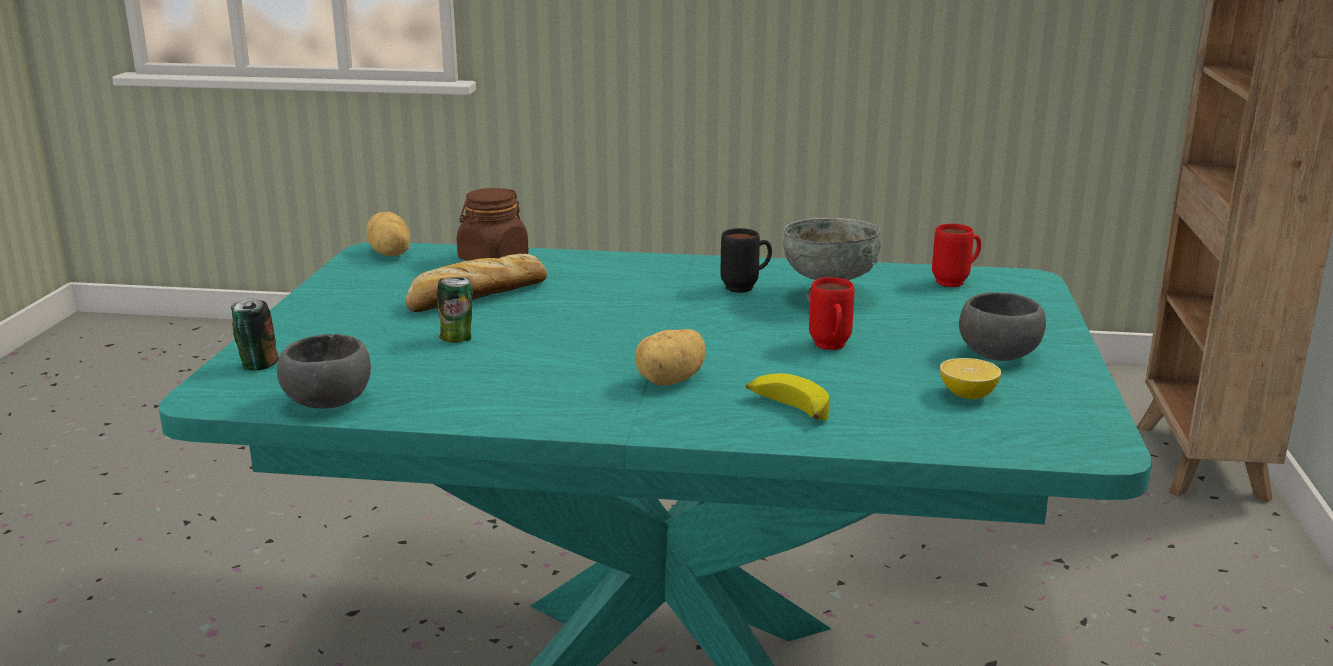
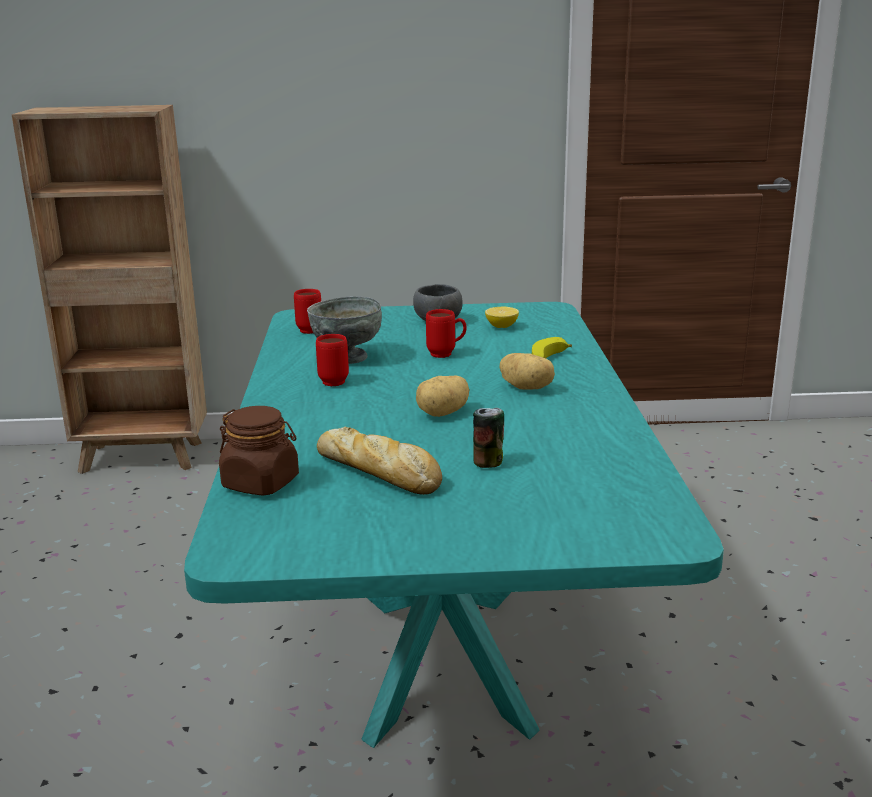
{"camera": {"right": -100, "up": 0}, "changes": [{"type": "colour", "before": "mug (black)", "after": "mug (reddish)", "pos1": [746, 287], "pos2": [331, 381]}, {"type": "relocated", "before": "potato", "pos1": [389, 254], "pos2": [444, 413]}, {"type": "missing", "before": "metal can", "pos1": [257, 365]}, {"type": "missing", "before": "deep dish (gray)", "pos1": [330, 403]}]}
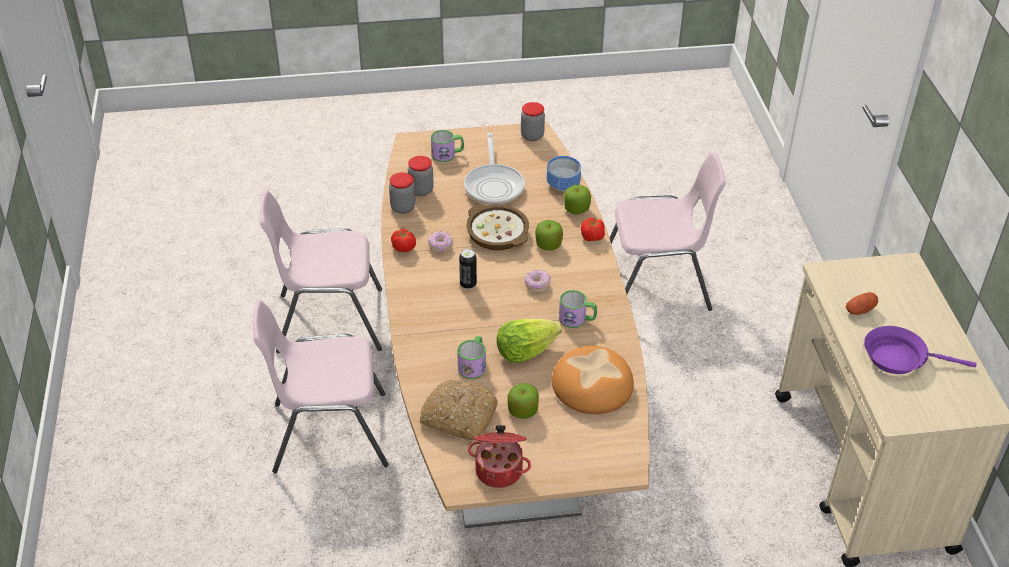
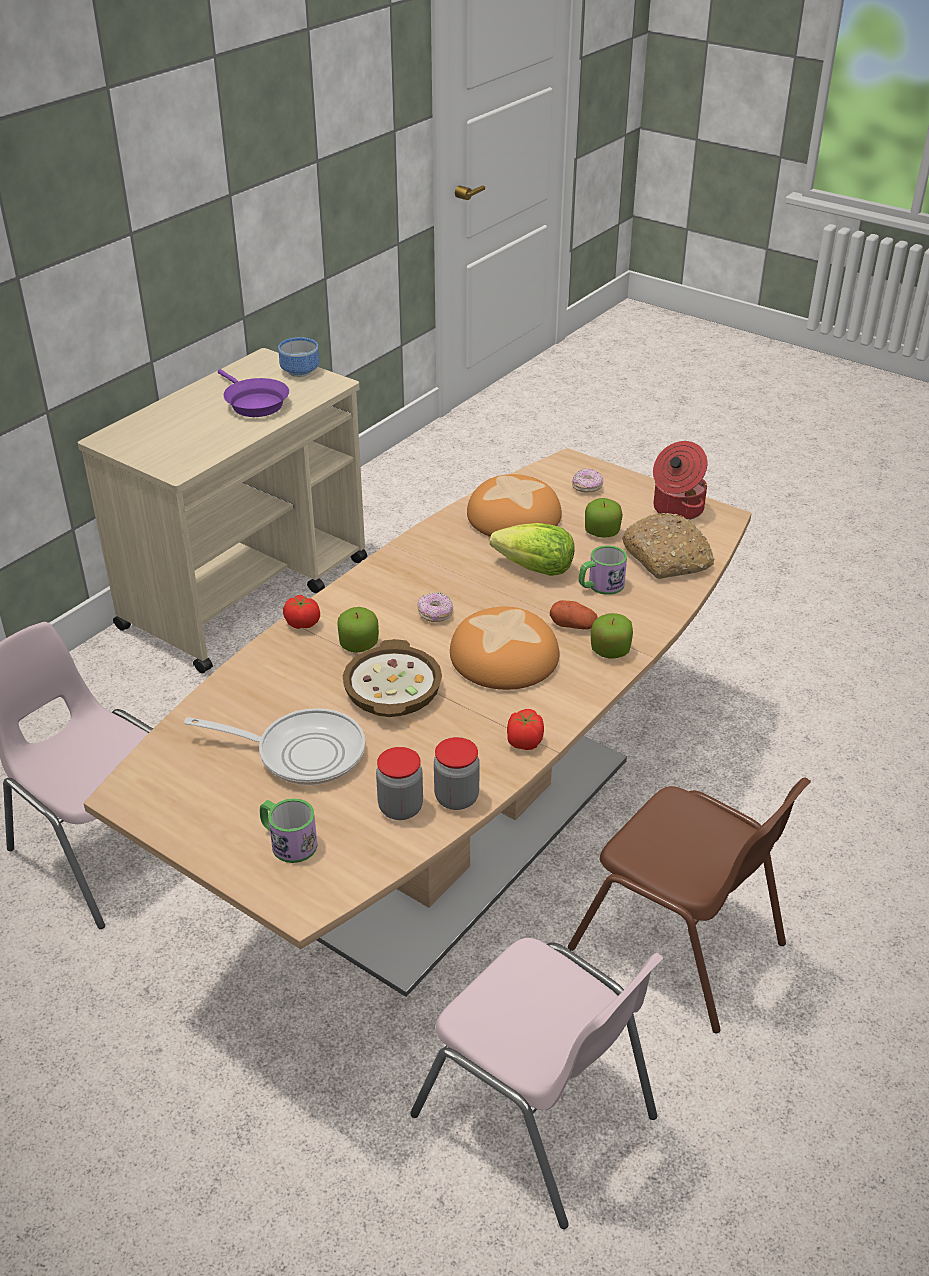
{"camera": {"right": -135, "up": -5}, "changes": [{"type": "spun", "before": "pan", "pos1": [494, 185], "pos2": [302, 752], "turn": 60}, {"type": "relocated", "before": "deep dish", "pos1": [562, 186], "pos2": [302, 371]}, {"type": "exchanged", "before": "metal can", "after": "baked bread", "pos1": [468, 284], "pos2": [505, 657]}, {"type": "relocated", "before": "potato", "pos1": [860, 310], "pos2": [573, 625]}, {"type": "colour", "before": "upright chair (pinkish)", "after": "upright chair (brown)", "pos1": [328, 433], "pos2": [680, 947]}, {"type": "relocated", "before": "ring doughnut", "pos1": [440, 246], "pos2": [587, 487]}, {"type": "relocated", "before": "whole apple", "pos1": [576, 209], "pos2": [610, 650]}, {"type": "missing", "before": "jar", "pos1": [532, 136]}, {"type": "missing", "before": "mug", "pos1": [577, 319]}]}
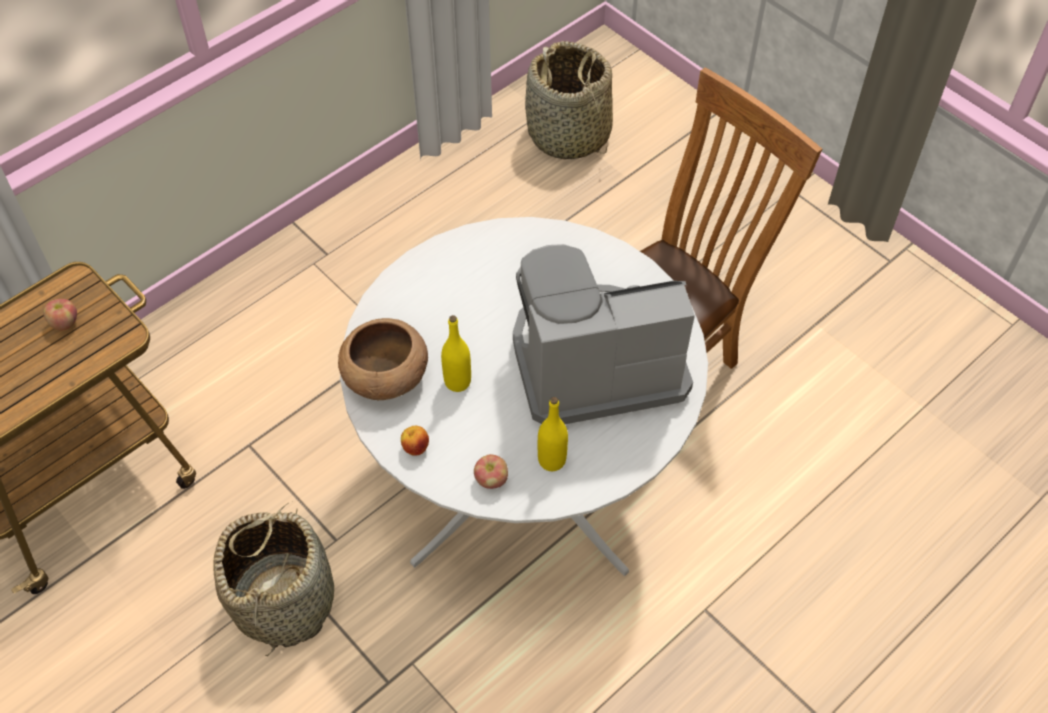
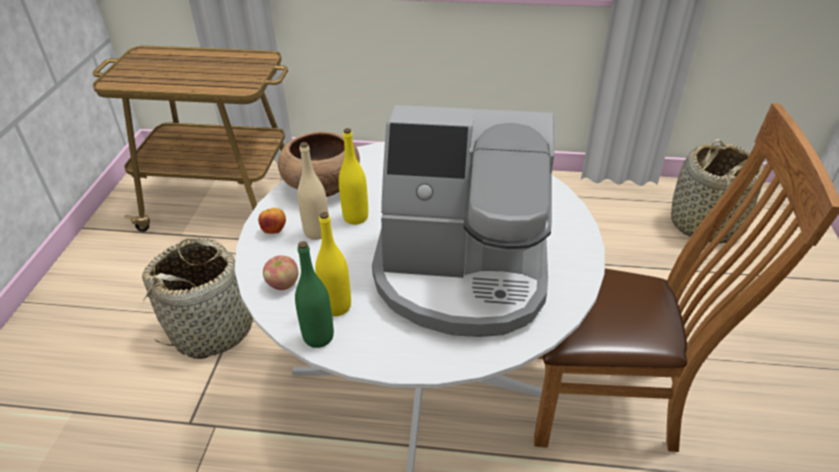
{"camera": {"right": 50, "up": -15}, "changes": [{"type": "appeared", "after": "drink bottle (green-coloured)", "pos2": [318, 337]}, {"type": "appeared", "after": "drink bottle (beige-coloured)", "pos2": [317, 232]}, {"type": "spun", "before": "coffee machine", "pos1": [594, 361], "pos2": [462, 274], "turn": 150}, {"type": "missing", "before": "whole apple", "pos1": [64, 322]}]}
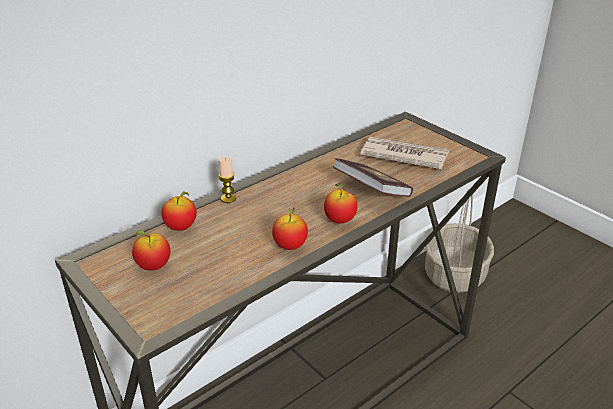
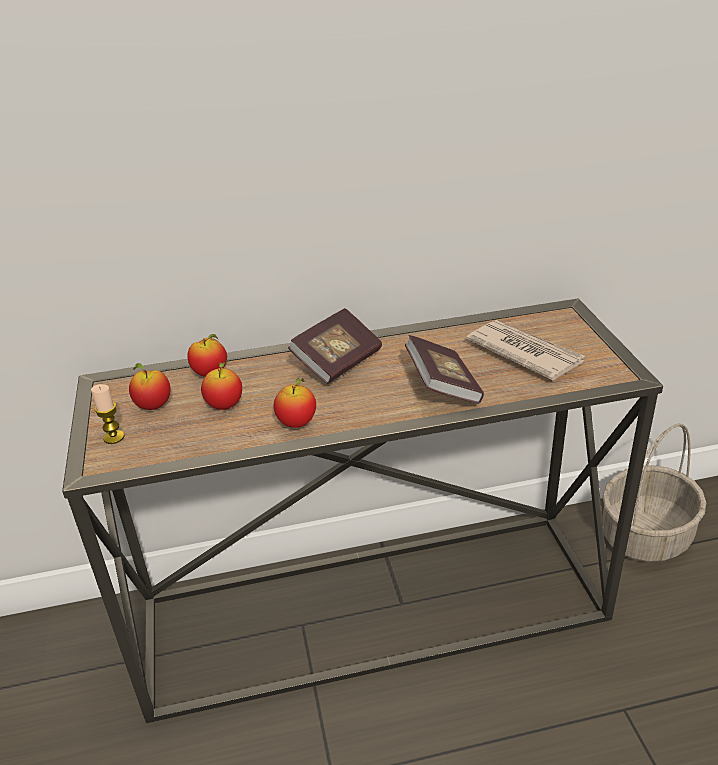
{"camera": {"right": 30, "up": 0}, "changes": [{"type": "relocated", "before": "candle", "pos1": [228, 198], "pos2": [114, 437]}, {"type": "relocated", "before": "whole apple", "pos1": [339, 220], "pos2": [225, 405]}, {"type": "appeared", "after": "book", "pos2": [337, 362]}]}
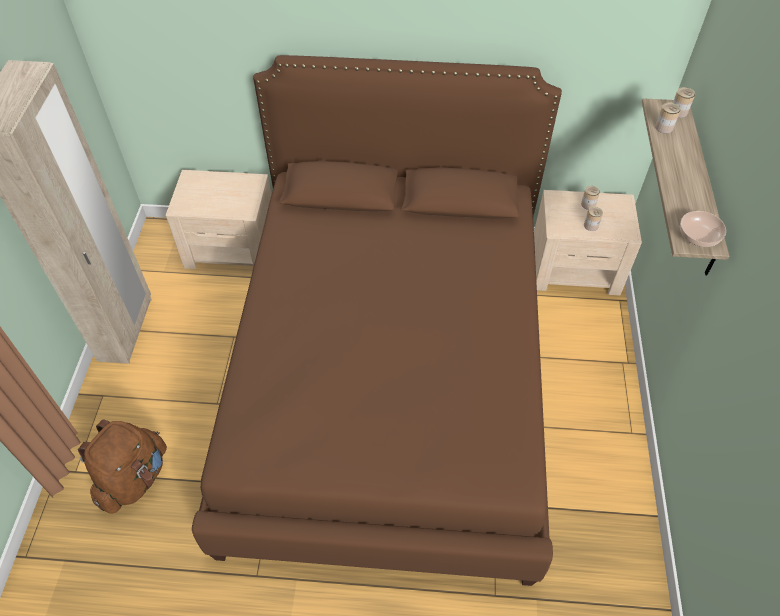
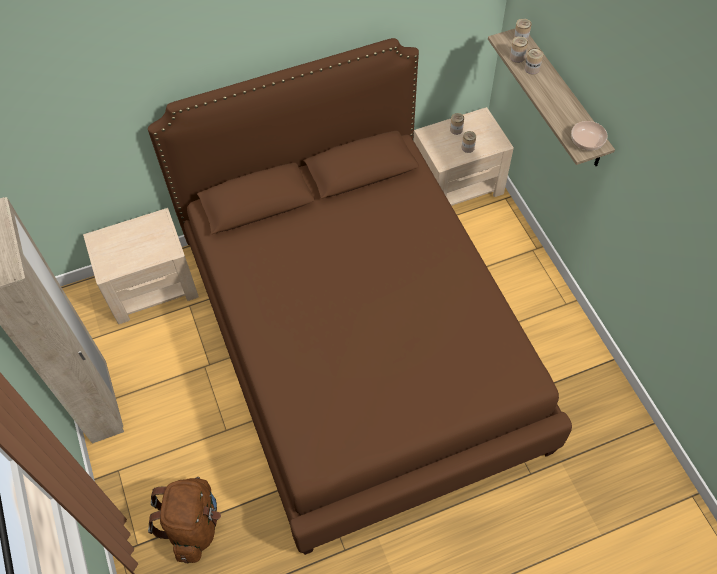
{"camera": {"right": -25, "up": 5}, "changes": [{"type": "appeared", "after": "metal can", "pos2": [532, 69]}]}
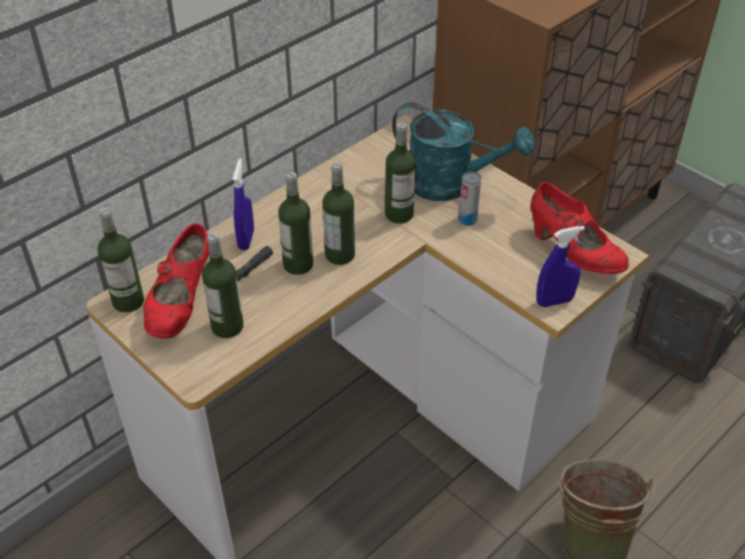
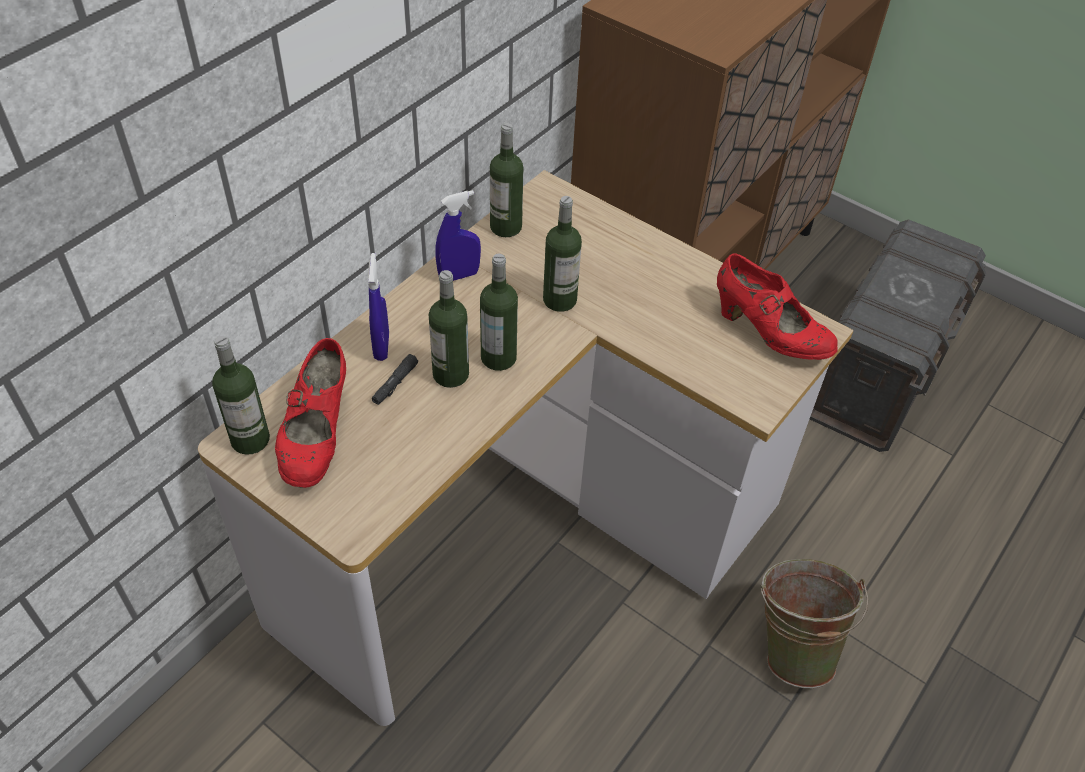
{"camera": {"right": -10, "up": 5}, "changes": [{"type": "relocated", "before": "hand sprayer (blue)", "pos1": [554, 301], "pos2": [459, 275]}, {"type": "relocated", "before": "drink bottle", "pos1": [227, 327], "pos2": [506, 227]}, {"type": "missing", "before": "watering can (turquoise)", "pos1": [451, 184]}, {"type": "missing", "before": "metal can", "pos1": [467, 220]}]}
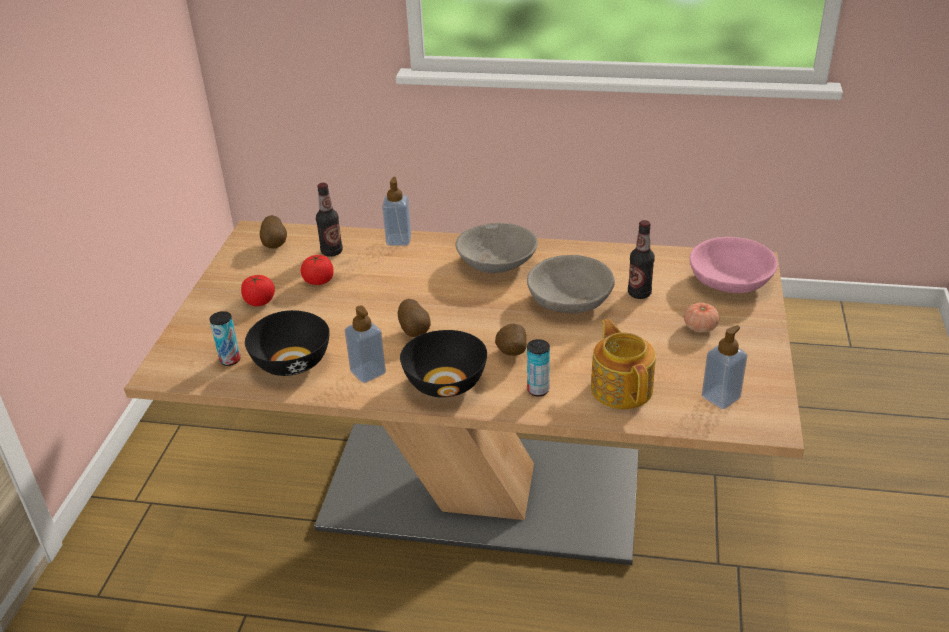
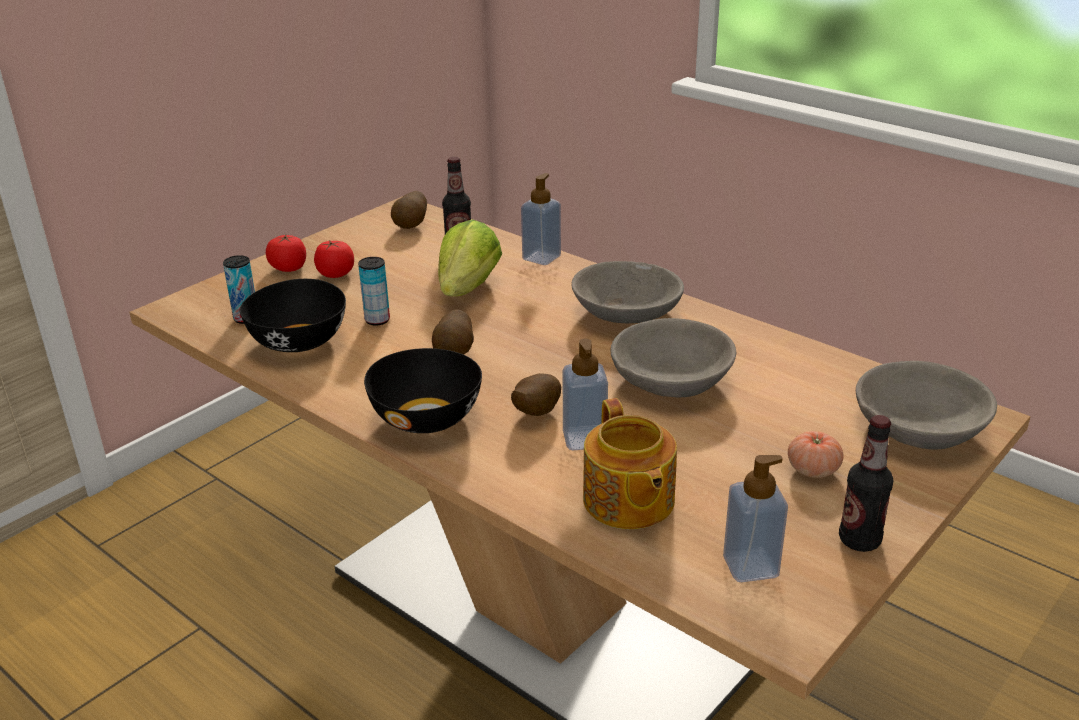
{"camera": {"right": 30, "up": -5}, "changes": [{"type": "relocated", "before": "tomato", "pos1": [319, 281], "pos2": [288, 268]}, {"type": "relocated", "before": "metal can", "pos1": [538, 390], "pos2": [377, 320]}, {"type": "appeared", "after": "lettuce head", "pos2": [467, 288]}, {"type": "relocated", "before": "liquid soap bottle", "pos1": [368, 372], "pos2": [584, 439]}, {"type": "spun", "before": "teapot", "pos1": [622, 387], "pos2": [628, 502], "turn": 150}, {"type": "relocated", "before": "drink bottle", "pos1": [639, 293], "pos2": [859, 540]}, {"type": "colour", "before": "deep dish (pinkish)", "after": "deep dish (gray)", "pos1": [730, 280], "pos2": [919, 428]}]}
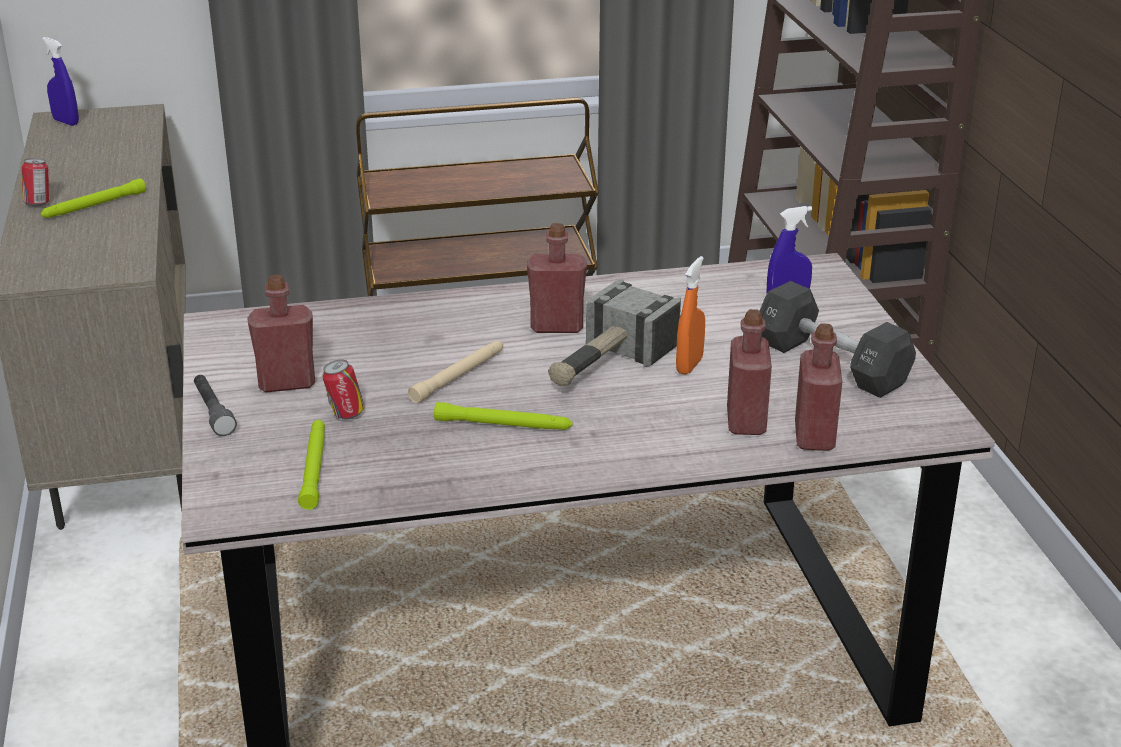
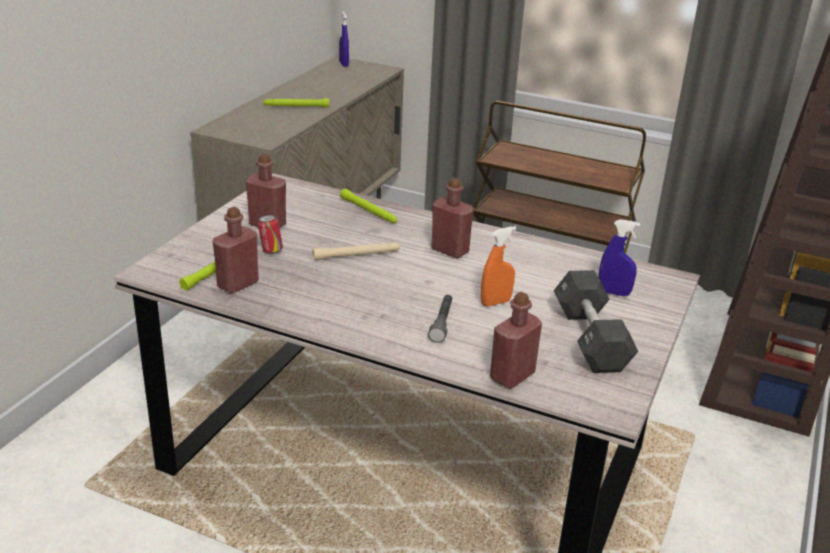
{"camera": {"right": 35, "up": 0}, "changes": [{"type": "relocated", "before": "drink bottle (reddish)", "pos1": [746, 421], "pos2": [238, 284]}, {"type": "relocated", "before": "hand torch (green-coloured)", "pos1": [503, 425], "pos2": [369, 211]}, {"type": "relocated", "before": "hand torch (gray)", "pos1": [213, 412], "pos2": [442, 323]}, {"type": "missing", "before": "metal can", "pos1": [39, 204]}, {"type": "missing", "before": "hand hammer", "pos1": [605, 365]}]}
